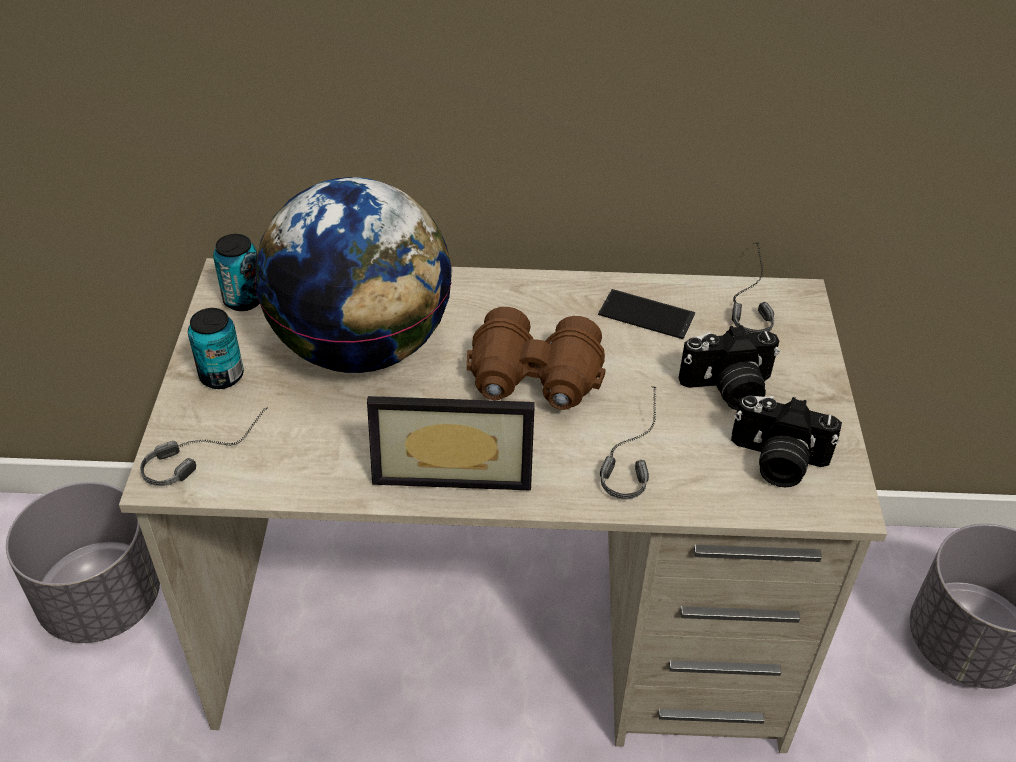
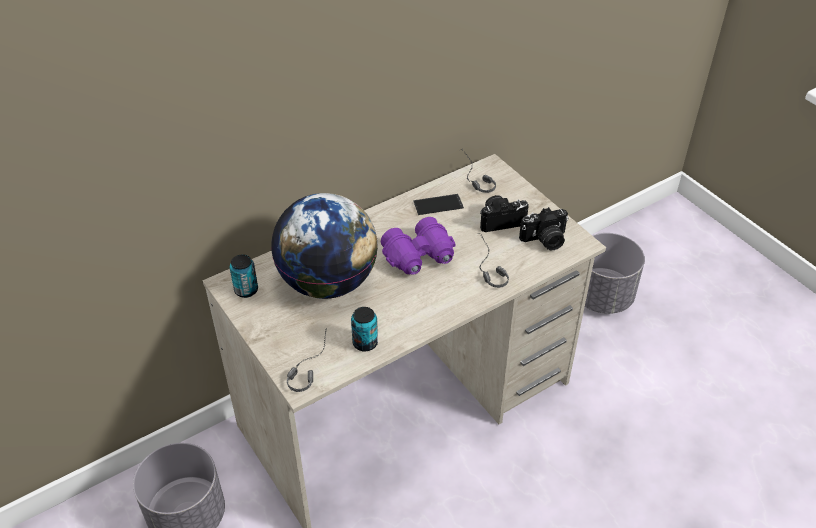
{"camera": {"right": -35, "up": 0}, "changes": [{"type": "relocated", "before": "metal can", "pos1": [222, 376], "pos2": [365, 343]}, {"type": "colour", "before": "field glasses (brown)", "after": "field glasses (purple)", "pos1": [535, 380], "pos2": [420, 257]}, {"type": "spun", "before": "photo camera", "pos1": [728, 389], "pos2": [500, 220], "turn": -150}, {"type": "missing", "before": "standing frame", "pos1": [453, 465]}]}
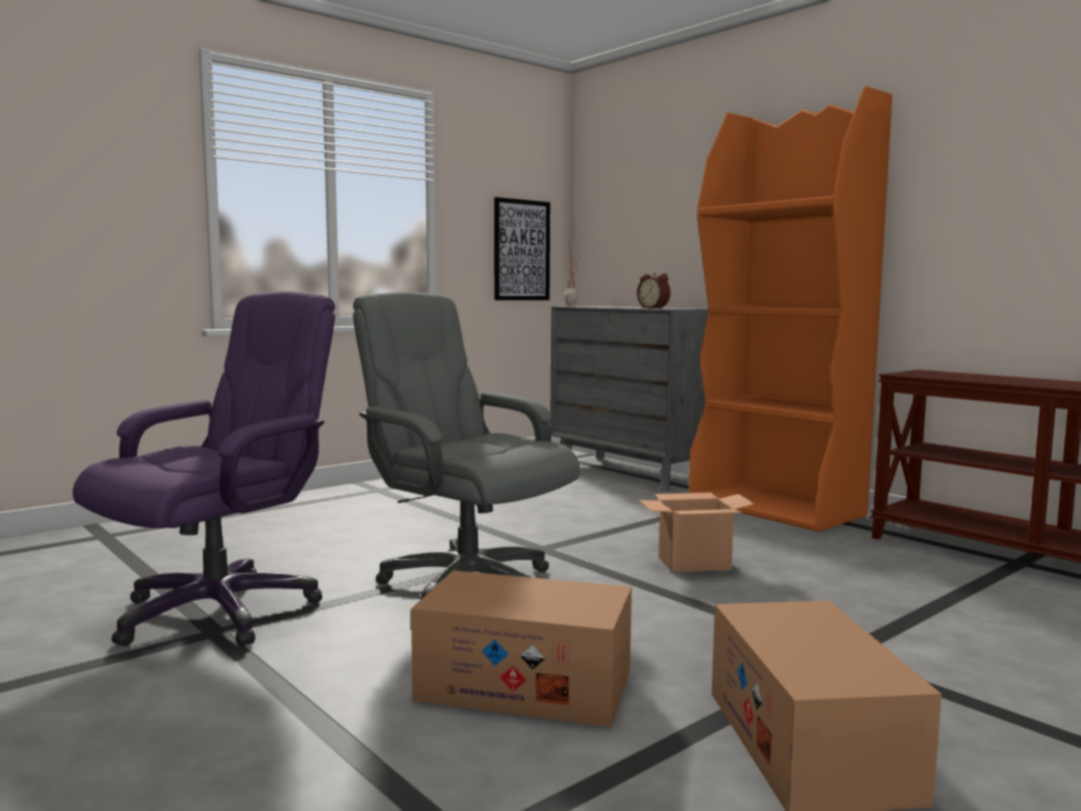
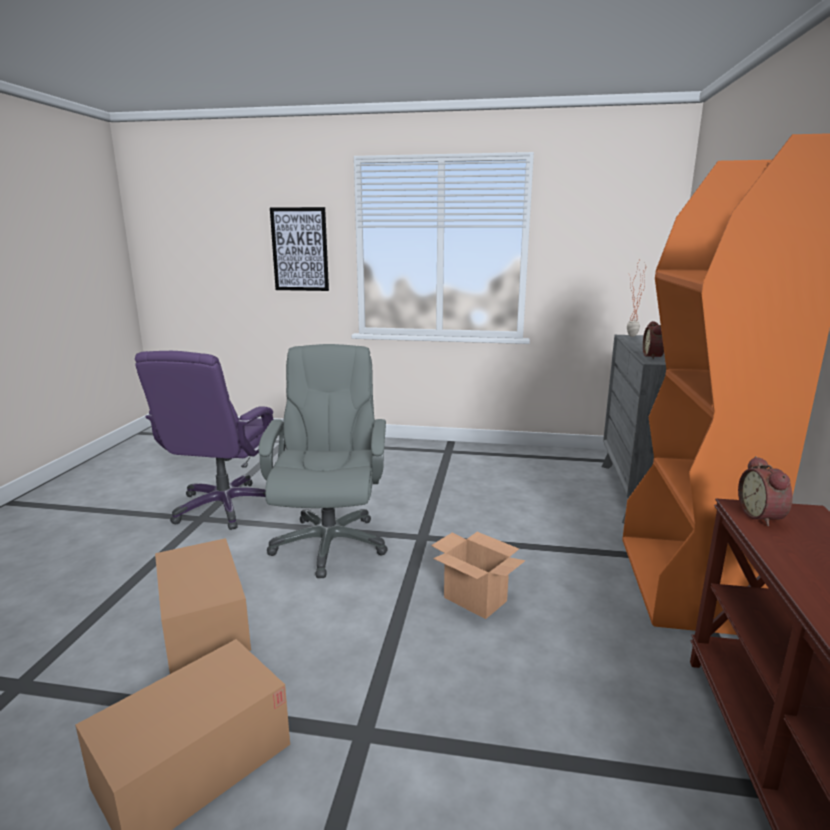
{"camera": {"right": 50, "up": 10}, "changes": [{"type": "spun", "before": "office chair (purple)", "pos1": [219, 611], "pos2": [225, 507], "turn": 105}, {"type": "relocated", "before": "picture", "pos1": [521, 250], "pos2": [300, 249]}, {"type": "appeared", "after": "alarm clock", "pos2": [762, 516]}]}
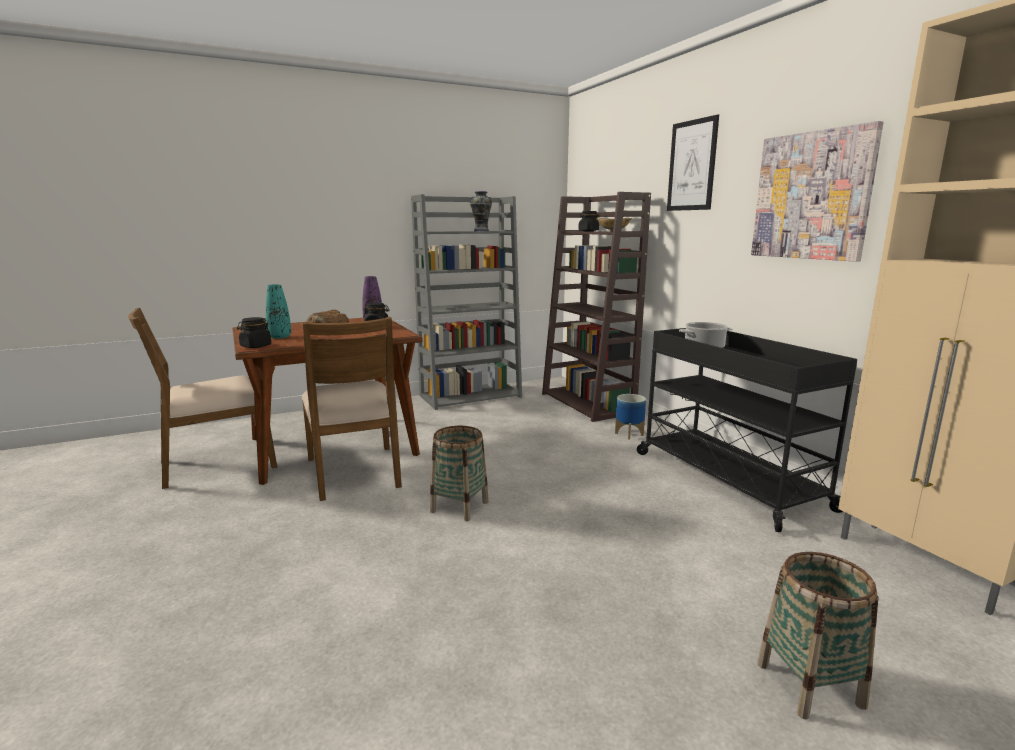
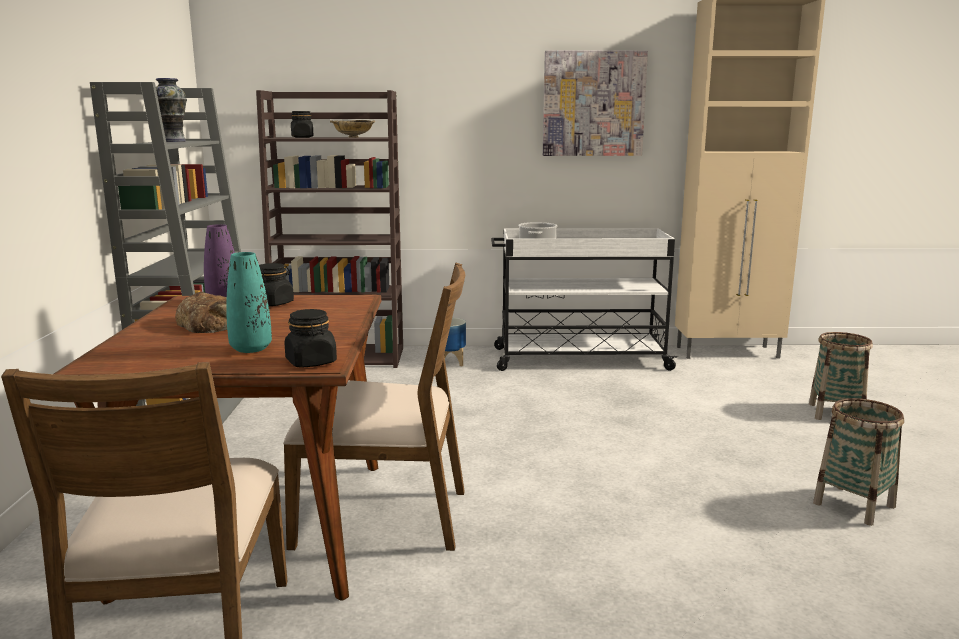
{"camera": {"right": -65, "up": 0}, "changes": [{"type": "colour", "before": "wheeled cart (black)", "after": "wheeled cart (white)", "pos1": [726, 479], "pos2": [578, 359]}, {"type": "relocated", "before": "household basket", "pos1": [459, 507], "pos2": [854, 505]}, {"type": "missing", "before": "picture", "pos1": [692, 165]}]}
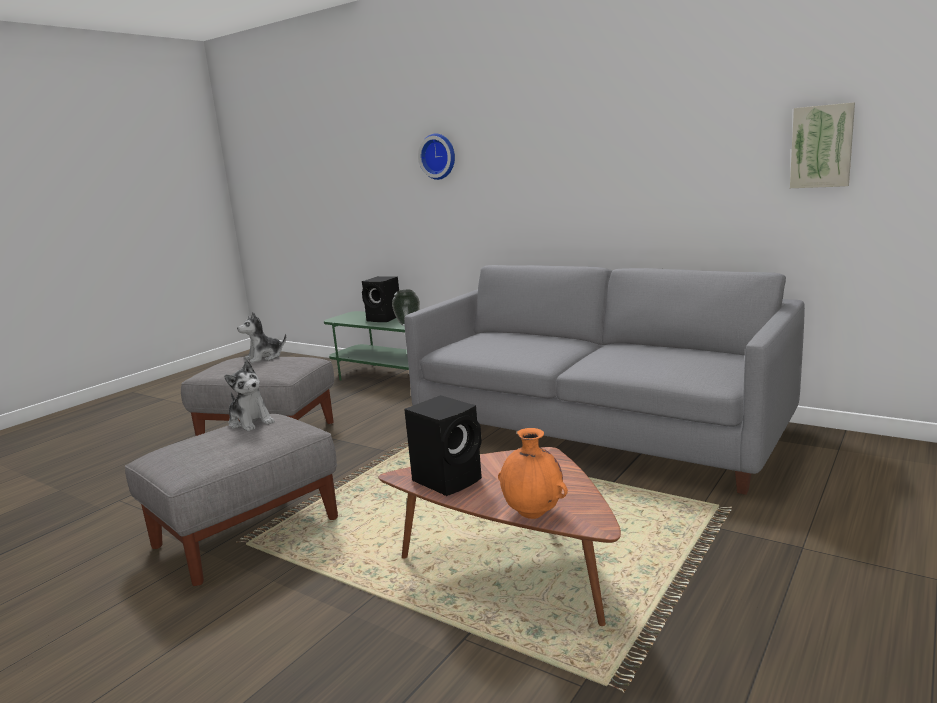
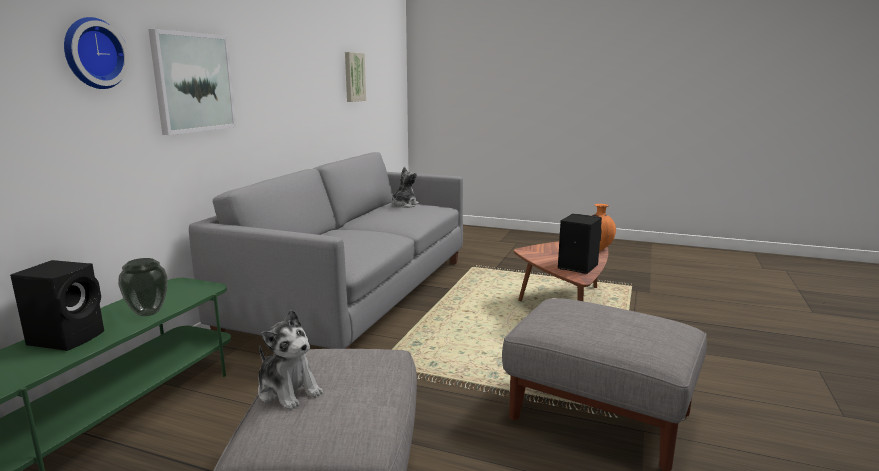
{"camera": {"right": -105, "up": 0}, "changes": [{"type": "appeared", "after": "picture", "pos2": [193, 82]}, {"type": "relocated", "before": "soft toy", "pos1": [251, 422], "pos2": [404, 205]}]}
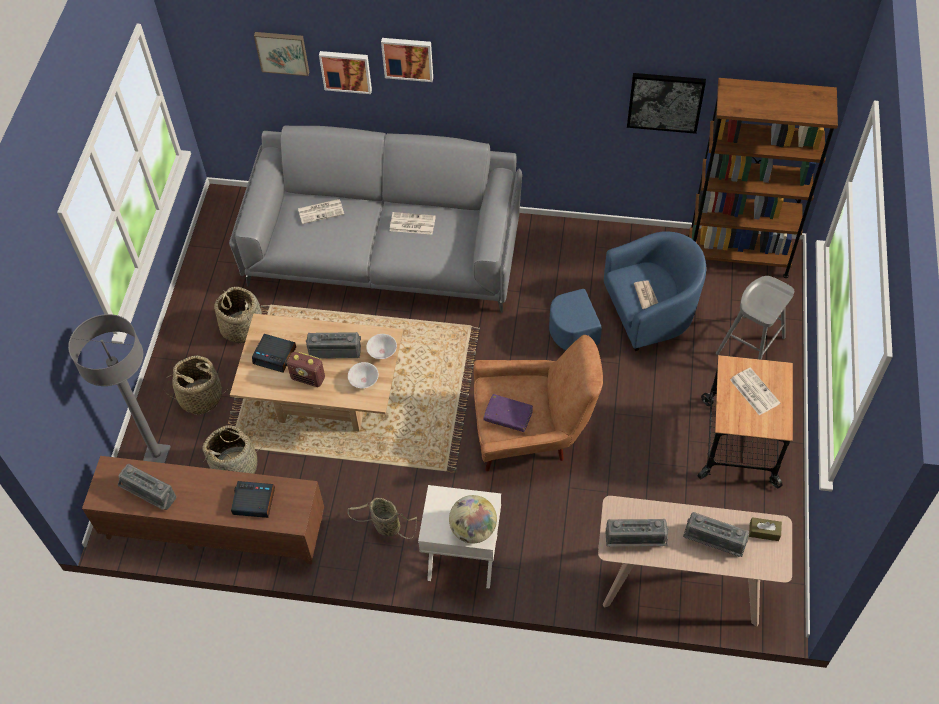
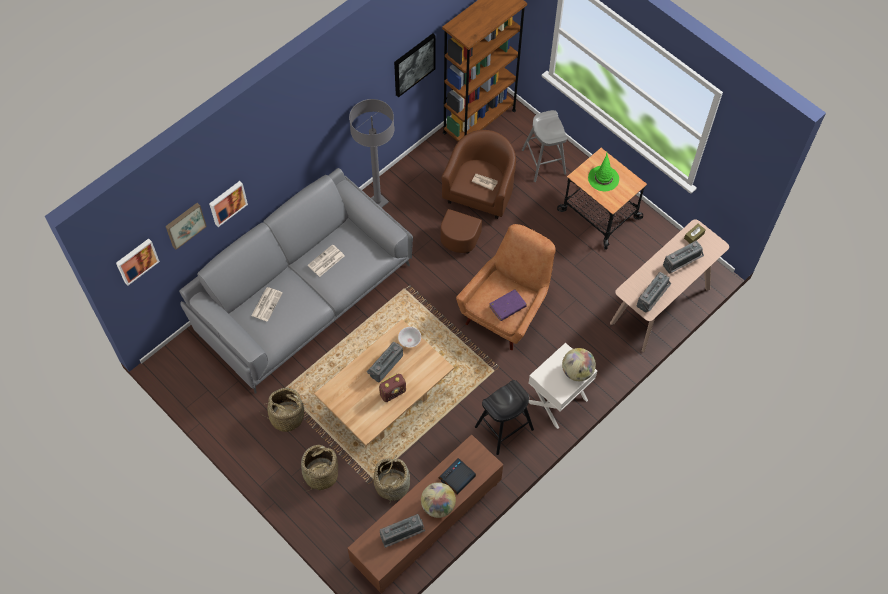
{"camera": {"right": -55, "up": 5}, "changes": [{"type": "relocated", "before": "picture", "pos1": [408, 58], "pos2": [136, 260]}, {"type": "relocated", "before": "standard lamp (gray)", "pos1": [157, 455], "pos2": [377, 202]}, {"type": "appeared", "after": "globe", "pos2": [438, 505]}, {"type": "colour", "before": "easy chair (blue)", "after": "easy chair (brown)", "pos1": [631, 320], "pos2": [475, 205]}, {"type": "exchanged", "before": "household basket", "after": "stool (black)", "pos1": [385, 526], "pos2": [504, 428]}, {"type": "exchanged", "before": "daily paper", "after": "wearable hat (green-coloured)", "pos1": [753, 391], "pos2": [603, 178]}, {"type": "missing", "before": "alarm clock", "pos1": [275, 355]}, {"type": "missing", "before": "deep dish (white)", "pos1": [364, 381]}]}
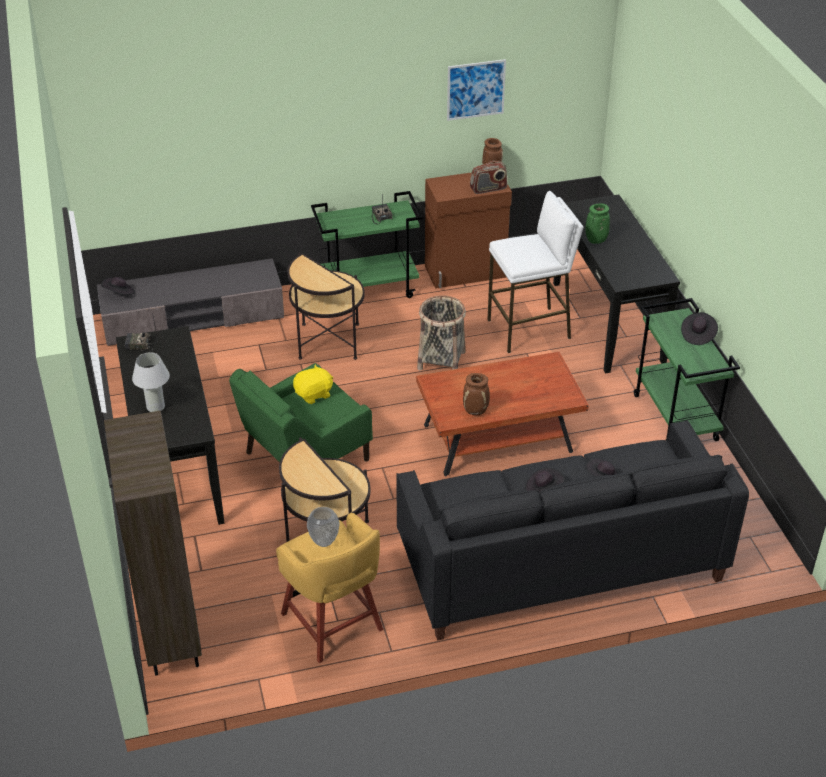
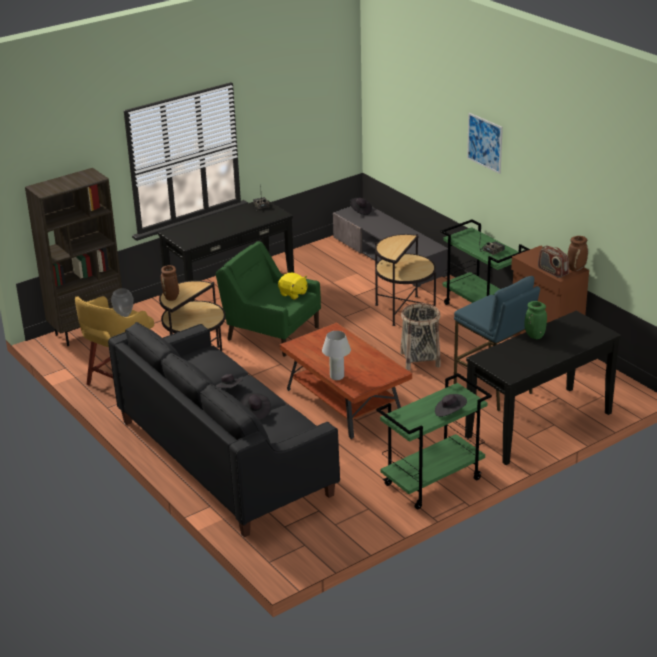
{"camera": {"right": 70, "up": -10}, "changes": [{"type": "relocated", "before": "flower vase (brown)", "pos1": [476, 411], "pos2": [171, 298]}, {"type": "relocated", "before": "tabletop lamp (white)", "pos1": [155, 407], "pos2": [337, 377]}, {"type": "colour", "before": "stool (white)", "after": "stool (blue)", "pos1": [529, 330], "pos2": [493, 389]}, {"type": "relocated", "before": "picture", "pos1": [476, 89], "pos2": [484, 142]}]}
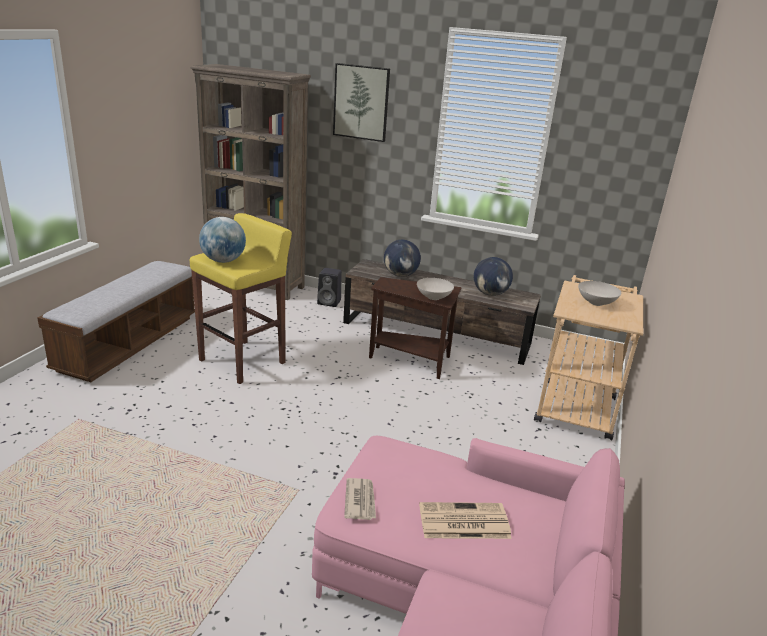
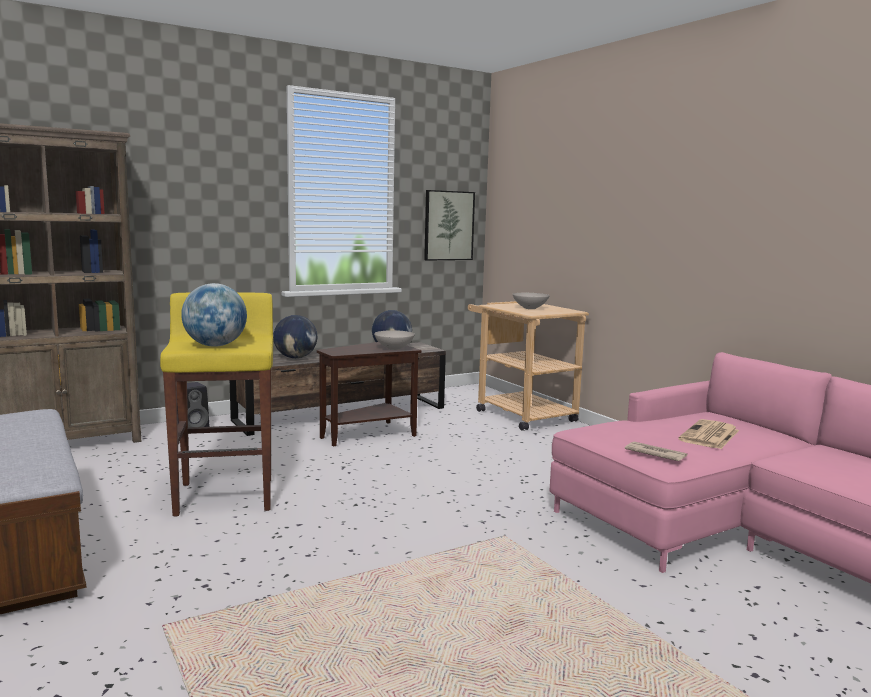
{"camera": {"right": -50, "up": -15}, "changes": [{"type": "relocated", "before": "picture", "pos1": [361, 102], "pos2": [448, 225]}]}
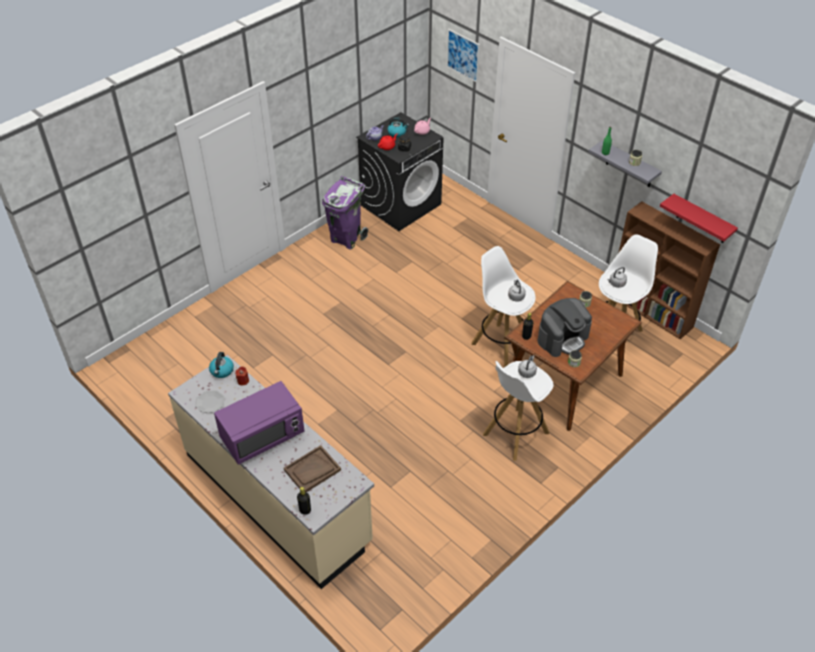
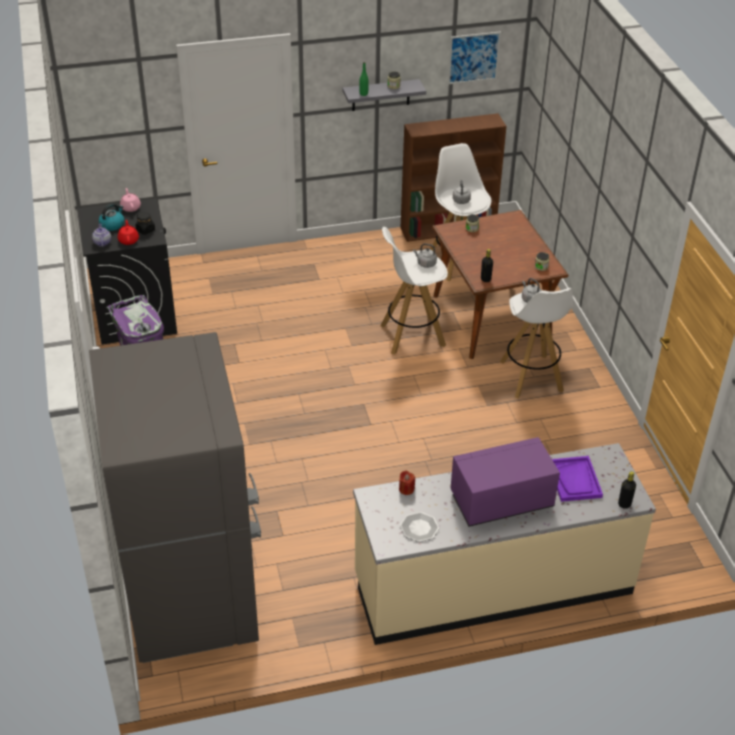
{"camera": {"right": -60, "up": -5}, "changes": [{"type": "appeared", "after": "refrigerator (gray)", "pos2": [191, 595]}, {"type": "relocated", "before": "picture", "pos1": [463, 55], "pos2": [473, 57]}, {"type": "spun", "before": "microwave oven (purple)", "pos1": [262, 436], "pos2": [501, 501], "turn": -105}, {"type": "colour", "before": "serving tray (brown)", "after": "serving tray (purple)", "pos1": [312, 470], "pos2": [574, 480]}, {"type": "missing", "before": "tea kettle", "pos1": [222, 371]}, {"type": "missing", "before": "coffee machine", "pos1": [562, 338]}, {"type": "missing", "before": "wall shelf (reddish)", "pos1": [702, 219]}]}
